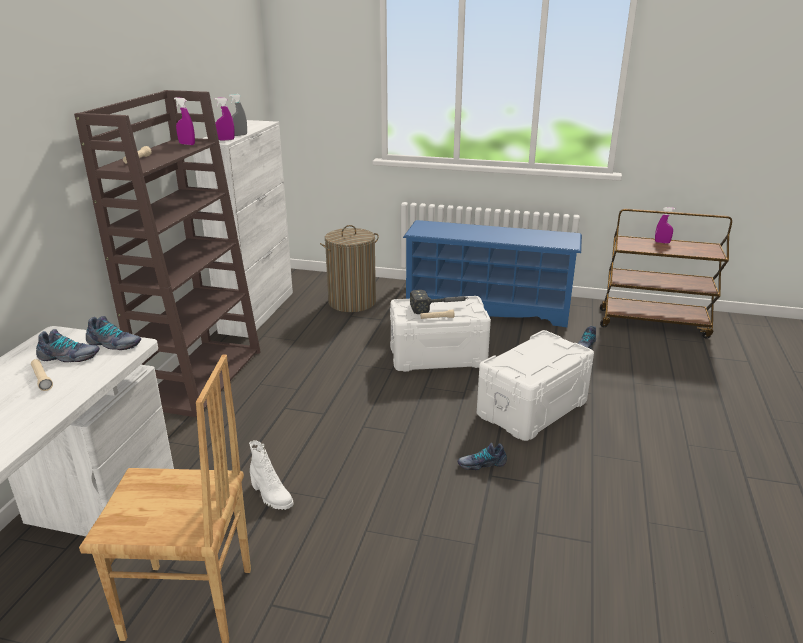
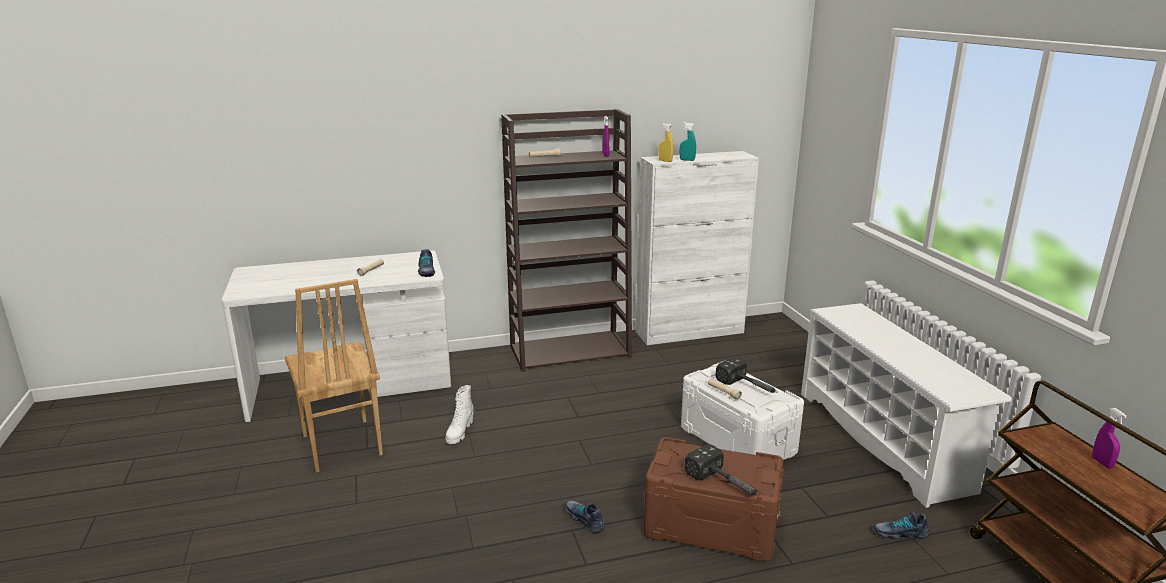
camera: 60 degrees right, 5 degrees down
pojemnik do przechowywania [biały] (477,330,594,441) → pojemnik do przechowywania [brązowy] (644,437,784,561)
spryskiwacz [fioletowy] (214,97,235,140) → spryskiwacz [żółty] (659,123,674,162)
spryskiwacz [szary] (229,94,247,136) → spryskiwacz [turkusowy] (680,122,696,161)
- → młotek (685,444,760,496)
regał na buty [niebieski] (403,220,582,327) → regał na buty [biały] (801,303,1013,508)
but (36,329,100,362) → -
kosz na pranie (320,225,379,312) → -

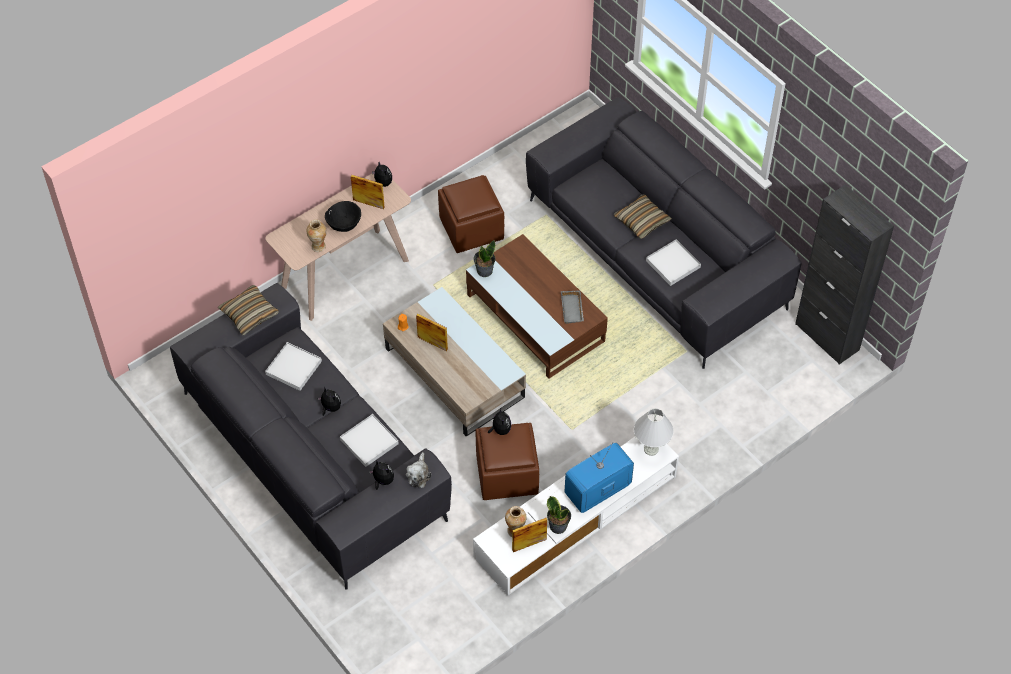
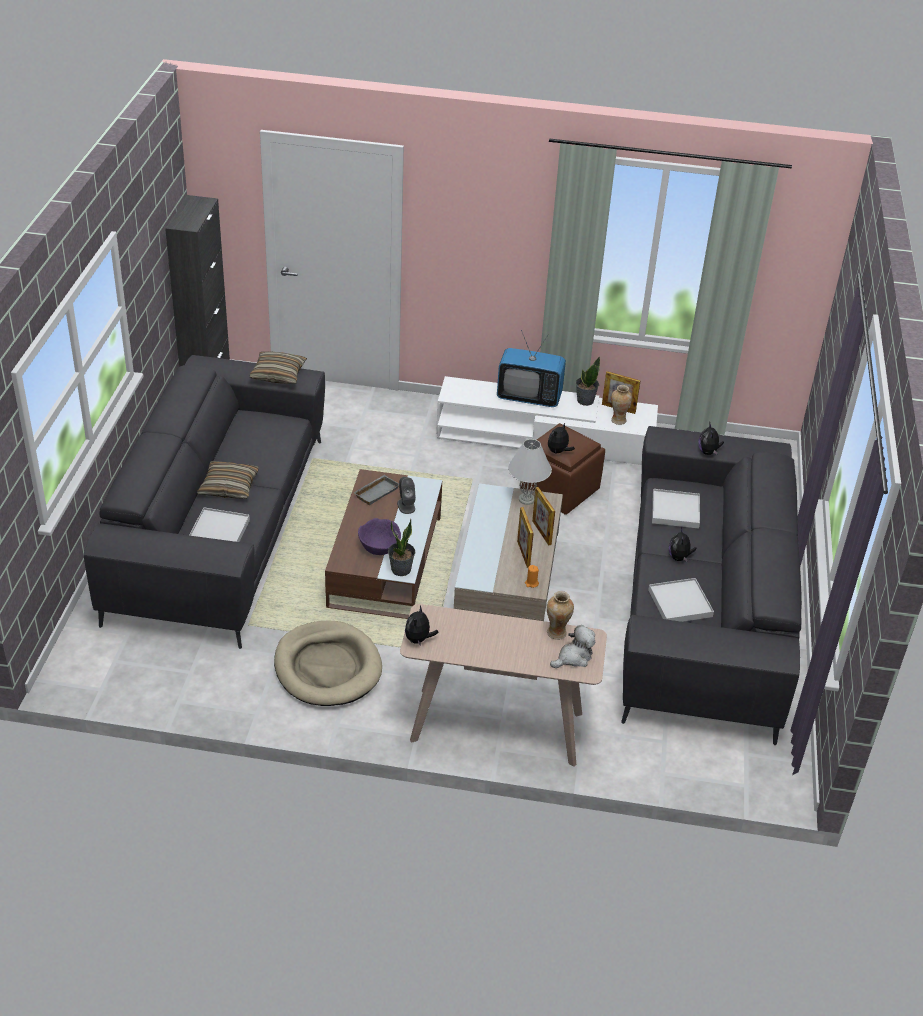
camera: 135 degrees left, 15 degrees down
taca [biały] (646,239,701,286) → taca [biały] (189,507,250,542), move
poduszka (218,285,279,335) → poduszka (250,351,307,384), move
pufa [brązowy] (438,175,504,253) → legowisko [beżowy] (274,621,382,706)
- → miska [fioletowy] (358,518,401,555)
- → głośnik [szary] (397,477,416,514)
lampa stołowa [biały] (634,408,674,456) → lampa stołowa [biały] (508,439,552,505), move
ramka na zdjęcie (351,175,385,209) → ramka na zdjęcie (532,487,555,545), move
pluszak (406,452,431,488) → pluszak (550,625,595,668), move
miska [czarny] (325,201,361,232) → -

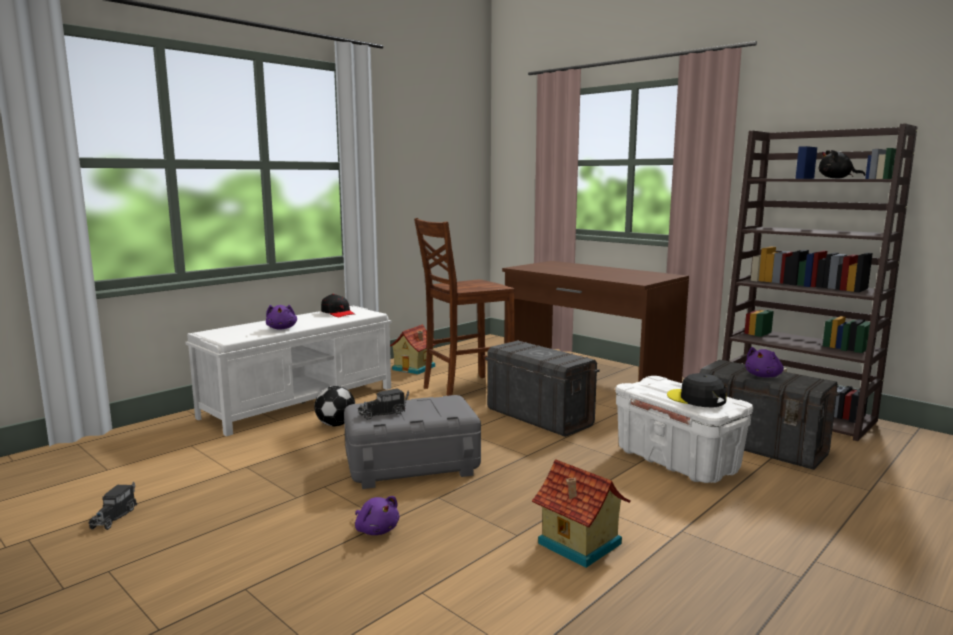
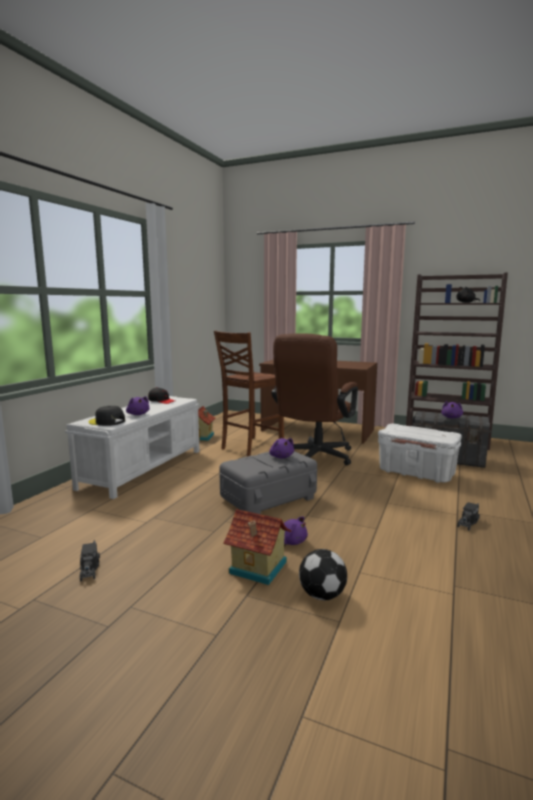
camera: 20 degrees left, 0 degrees up
czapka z daszkiem [czarny] (667,373,727,407) → czapka z daszkiem [czarny] (88,406,125,426), move
domek (532,459,631,568) → domek (223,509,291,585), move
- → pluszak [fioletowy] (269,438,294,458)
pojemnik do przechowywania [szary] (485,341,600,437) → krzesło biurowe [brązowy] (271,333,358,465)
piłka futbolowa (315,386,355,426) → piłka futbolowa (299,549,347,600), move
ciężarówka zabawkowa (358,388,409,420) → ciężarówka zabawkowa (457,502,480,530), move

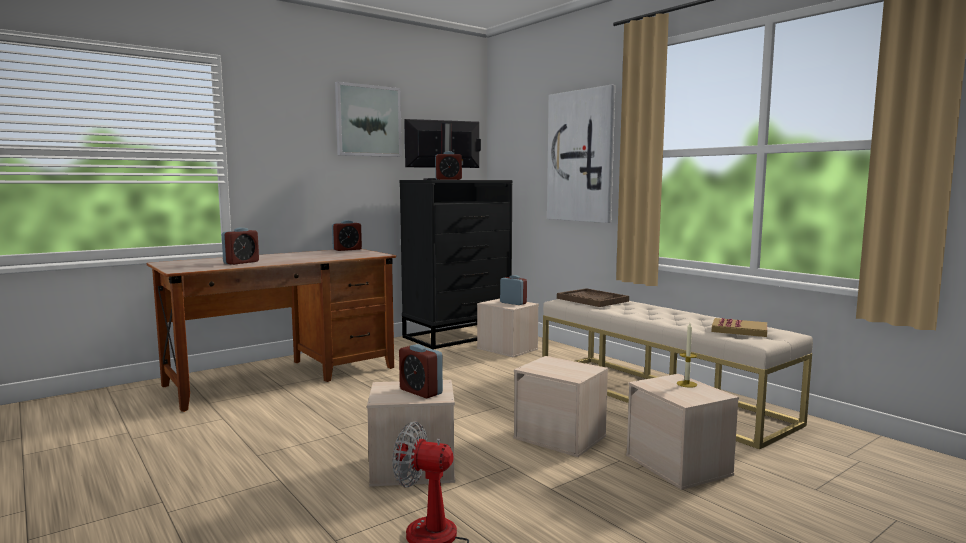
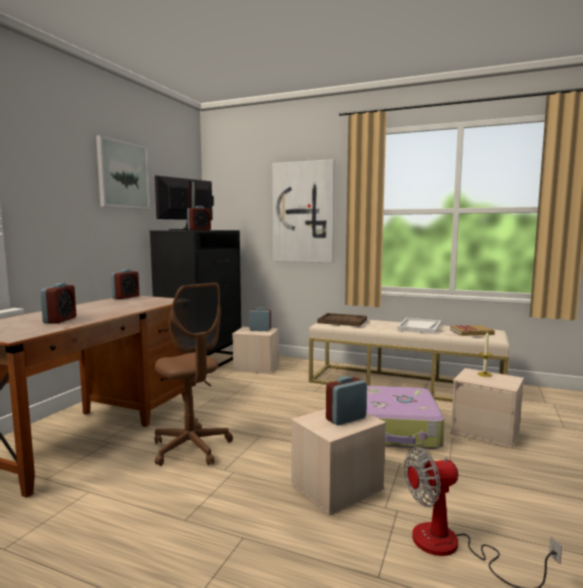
camera: 30 degrees left, 0 degrees up
- → krzesło biurowe [brązowy] (155,283,233,466)
budzik (399,344,443,398) → budzik (326,376,367,425), 135 degrees clockwise
pojemnik do przechowywania [beżowy] (513,356,608,457) → walizka (366,386,445,449)
- → taca [biały] (397,318,441,334)

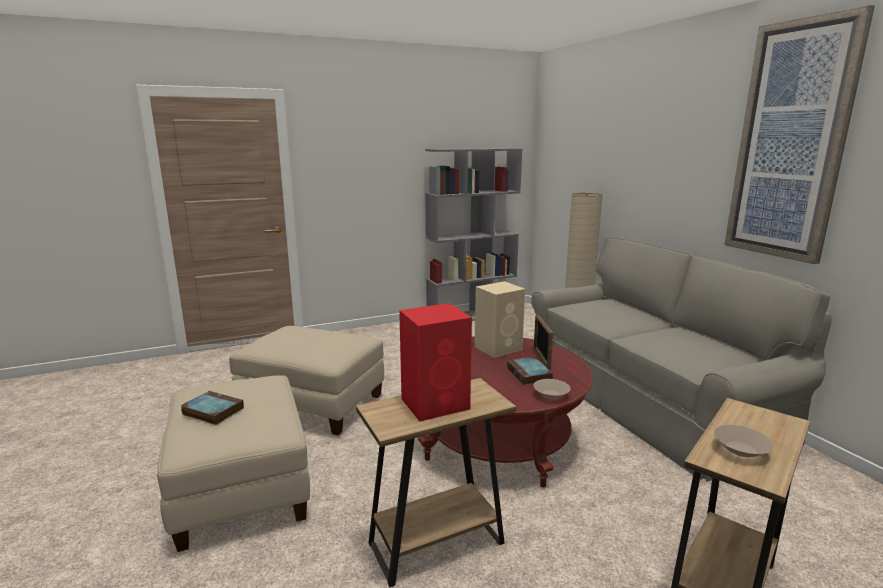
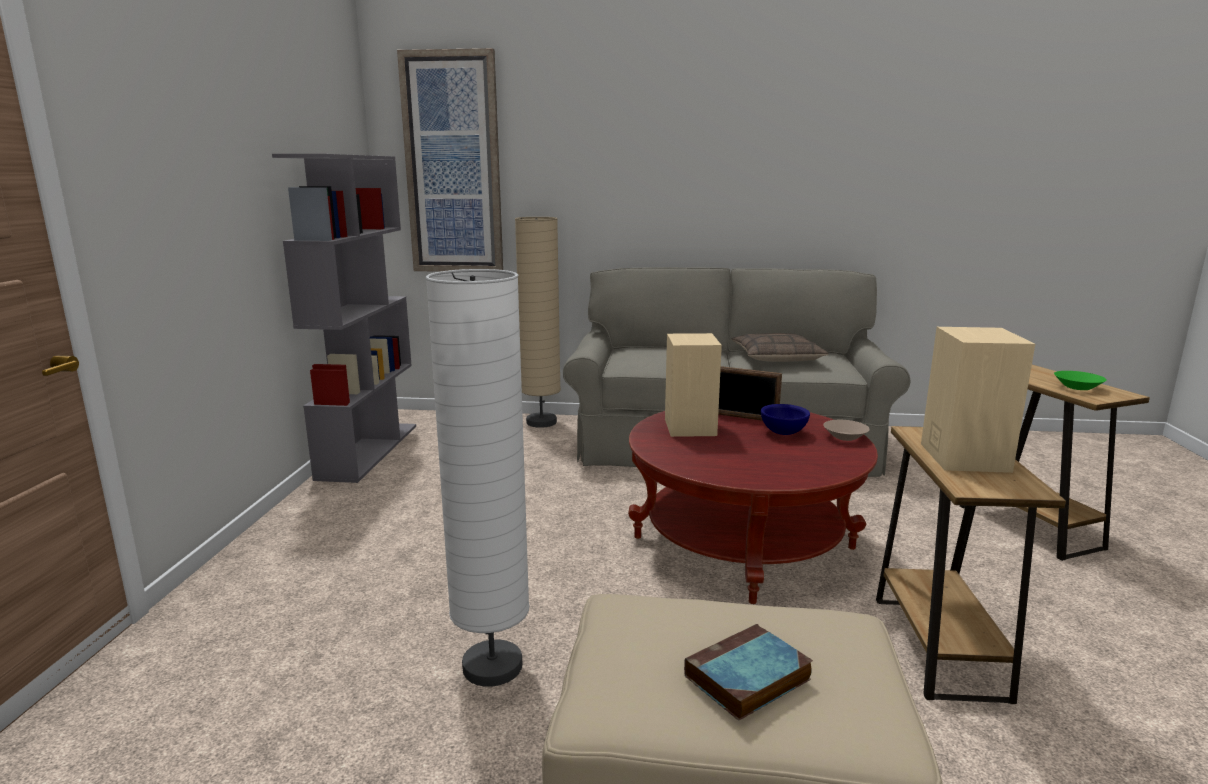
camera: 60 degrees left, 0 degrees up
obraz (724,5,875,264) → obraz (397,48,503,272), move
pufa [beżowy] (229,326,384,436) → lampa stojąca [biały] (426,269,530,687)
- → poduszka (731,333,828,362)
książka (507,357,553,385) → miska [niebieski] (761,404,810,435)
głośnik [czerwony] (399,303,472,421) → głośnik [beżowy] (921,327,1035,473)
miska [beżowy] (714,425,774,457) → miska [zielony] (1054,371,1107,390)

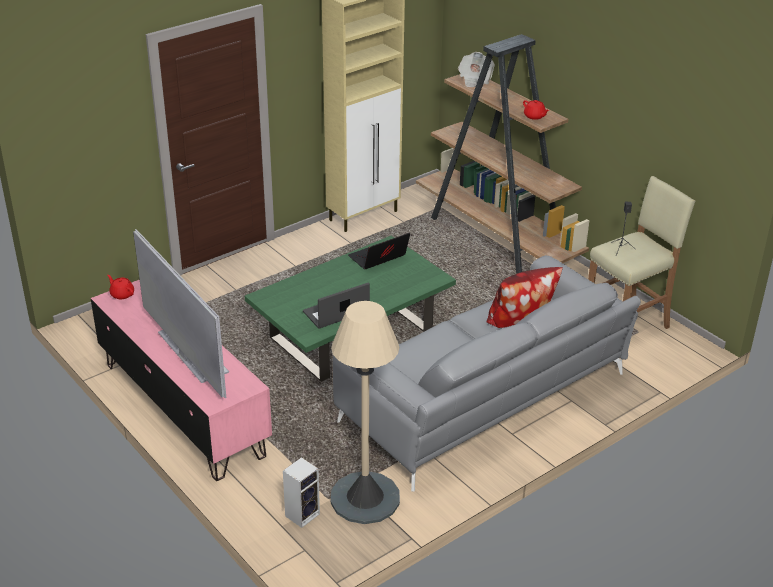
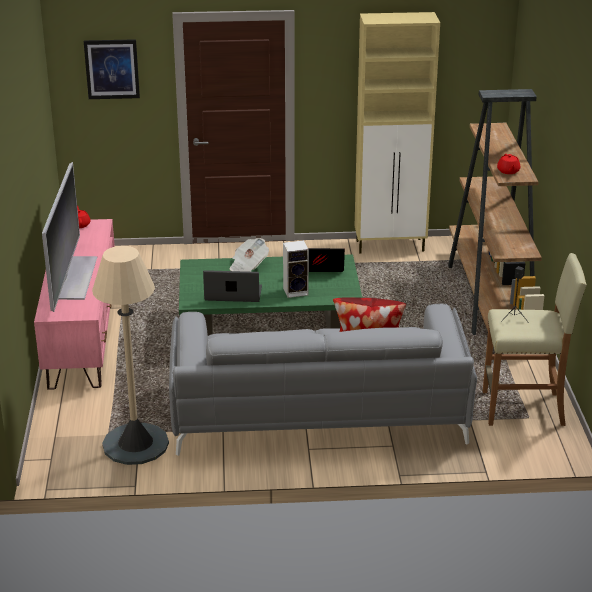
camera: 35 degrees right, 5 degrees down
- → obraz (84,39,140,99)
gazeta (458,52,495,87) → gazeta (229,238,269,272), move
głośnik (283,457,320,528) → głośnik (283,240,309,298), move

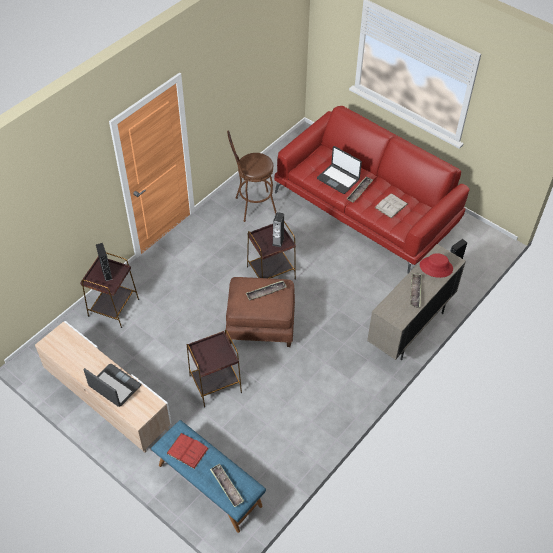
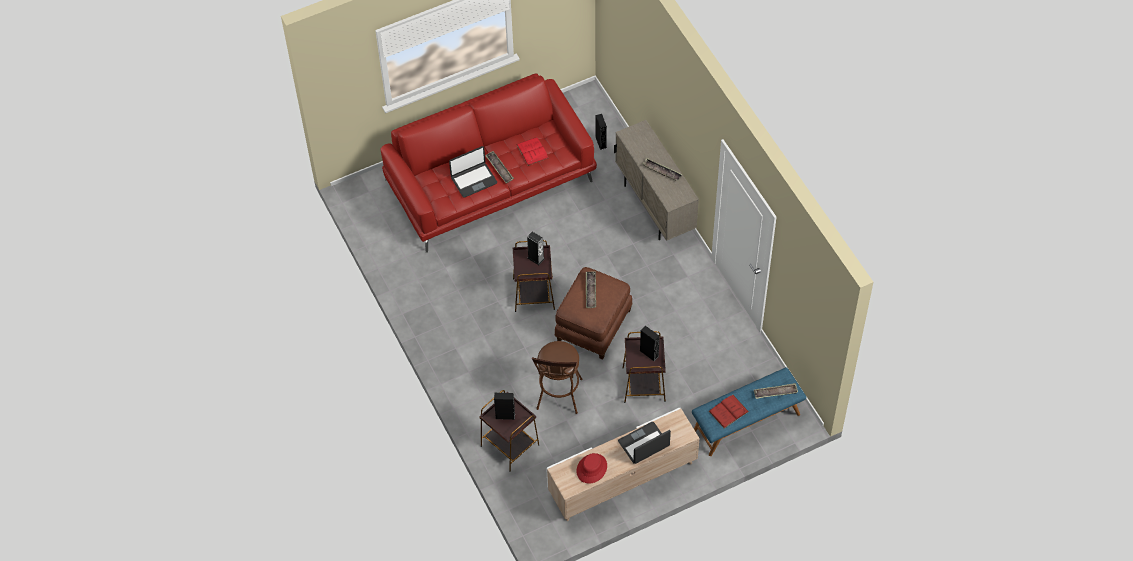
camera: 65 degrees left, 5 degrees up
książka [biały] (375,193,408,219) → książka [czerwony] (516,137,549,166)
stołek [brązowy] (227,131,276,222) → stołek [brązowy] (532,341,583,414), move
kapelusz [czerwony] (420,253,453,278) → kapelusz [czerwony] (576,453,607,484), move
- → głośnik [czarny] (640,326,660,361)

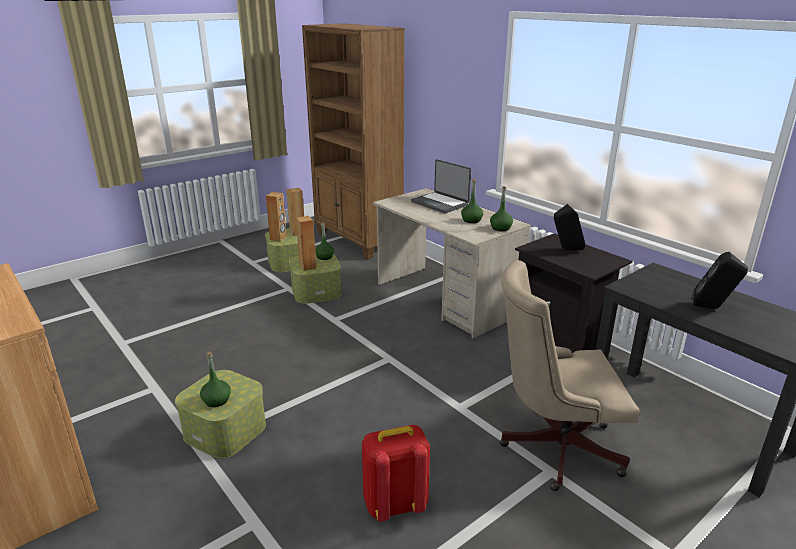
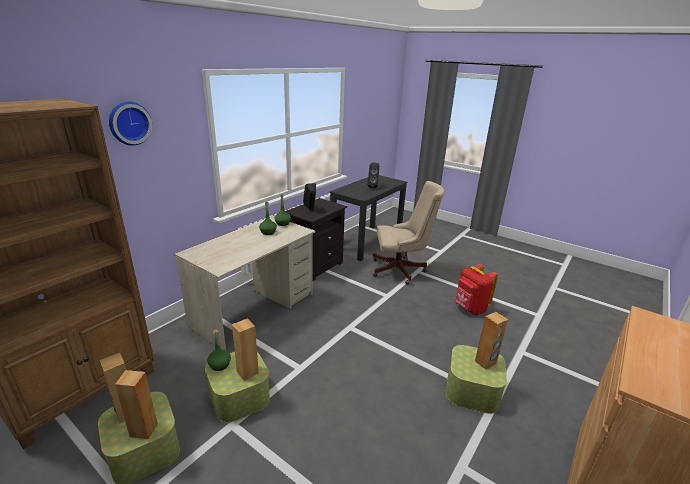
camera: 105 degrees left, 0 degrees up
- → zegar ścienny (109,102,152,146)
krzesło biurowe [beżowy] (500,260,640,491) → krzesło biurowe [beżowy] (373,181,445,284), 75 degrees counterclockwise
butelka [zielony] (200,352,231,407) → głośnik [brązowy] (475,312,508,370)
laptop (411,159,471,213) → -

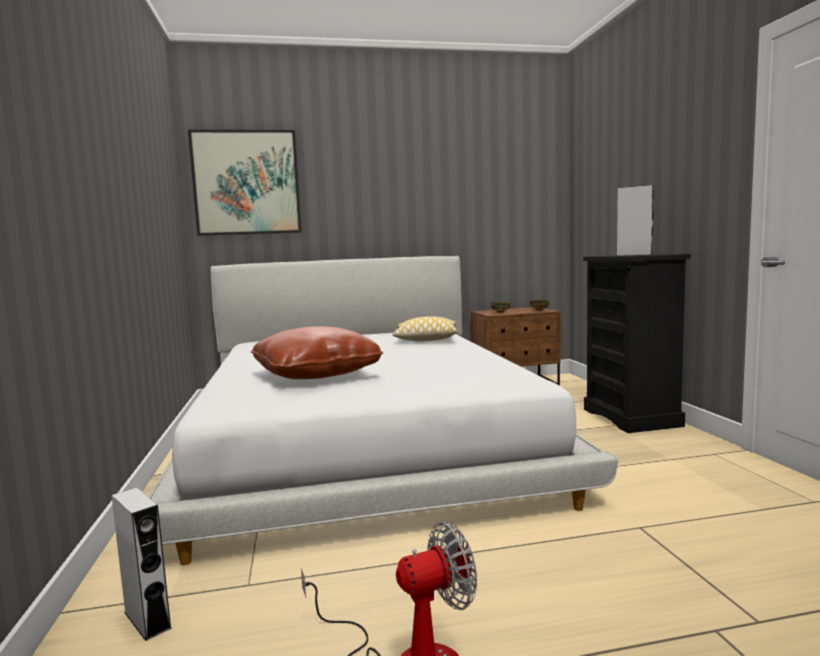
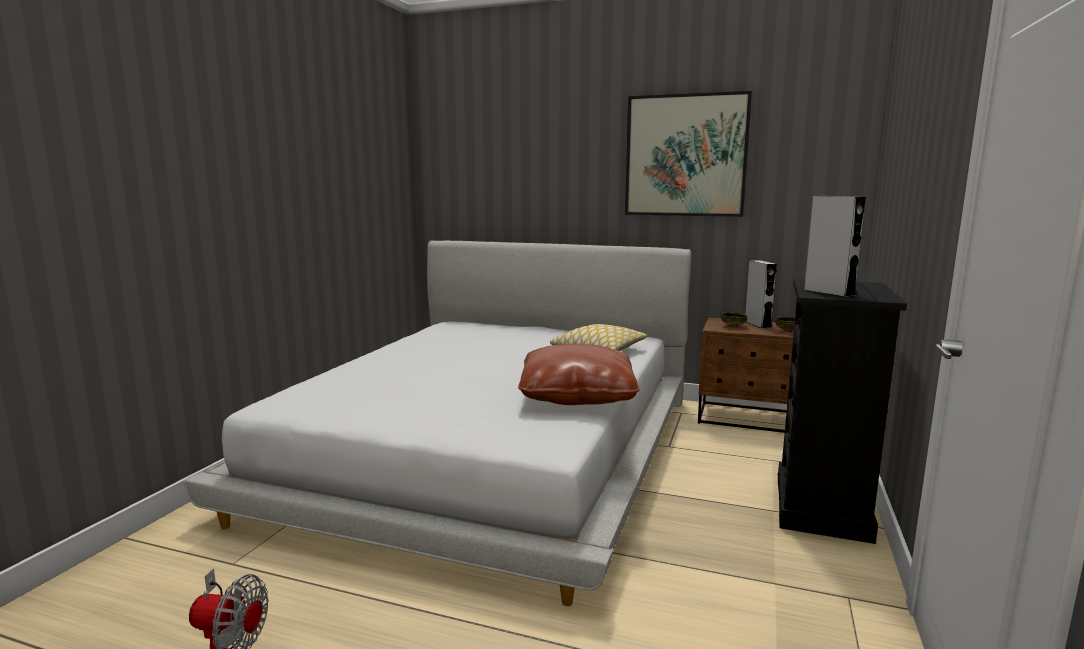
camera: 30 degrees right, 5 degrees up
poduszka [brązowy] (251,326,383,379) → poduszka [brązowy] (518,344,640,405), move
obraz (188,130,301,236) → obraz (625,91,752,217), move
głośnik [szary] (111,487,172,641) → głośnik [szary] (745,260,777,329), move

